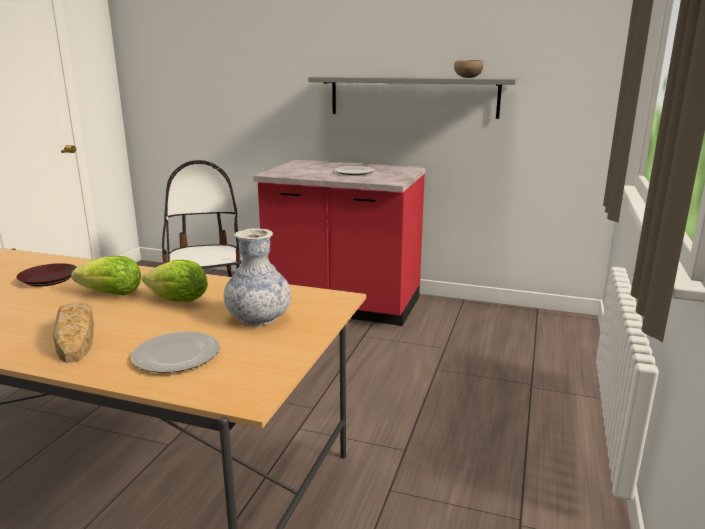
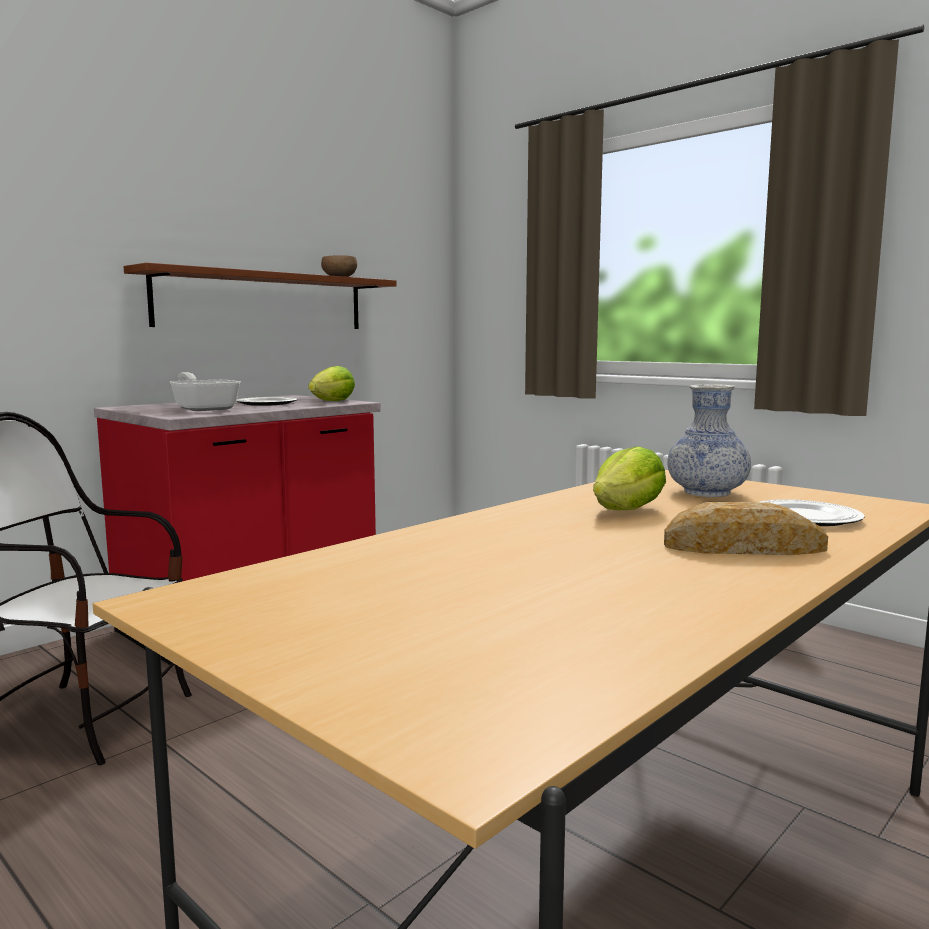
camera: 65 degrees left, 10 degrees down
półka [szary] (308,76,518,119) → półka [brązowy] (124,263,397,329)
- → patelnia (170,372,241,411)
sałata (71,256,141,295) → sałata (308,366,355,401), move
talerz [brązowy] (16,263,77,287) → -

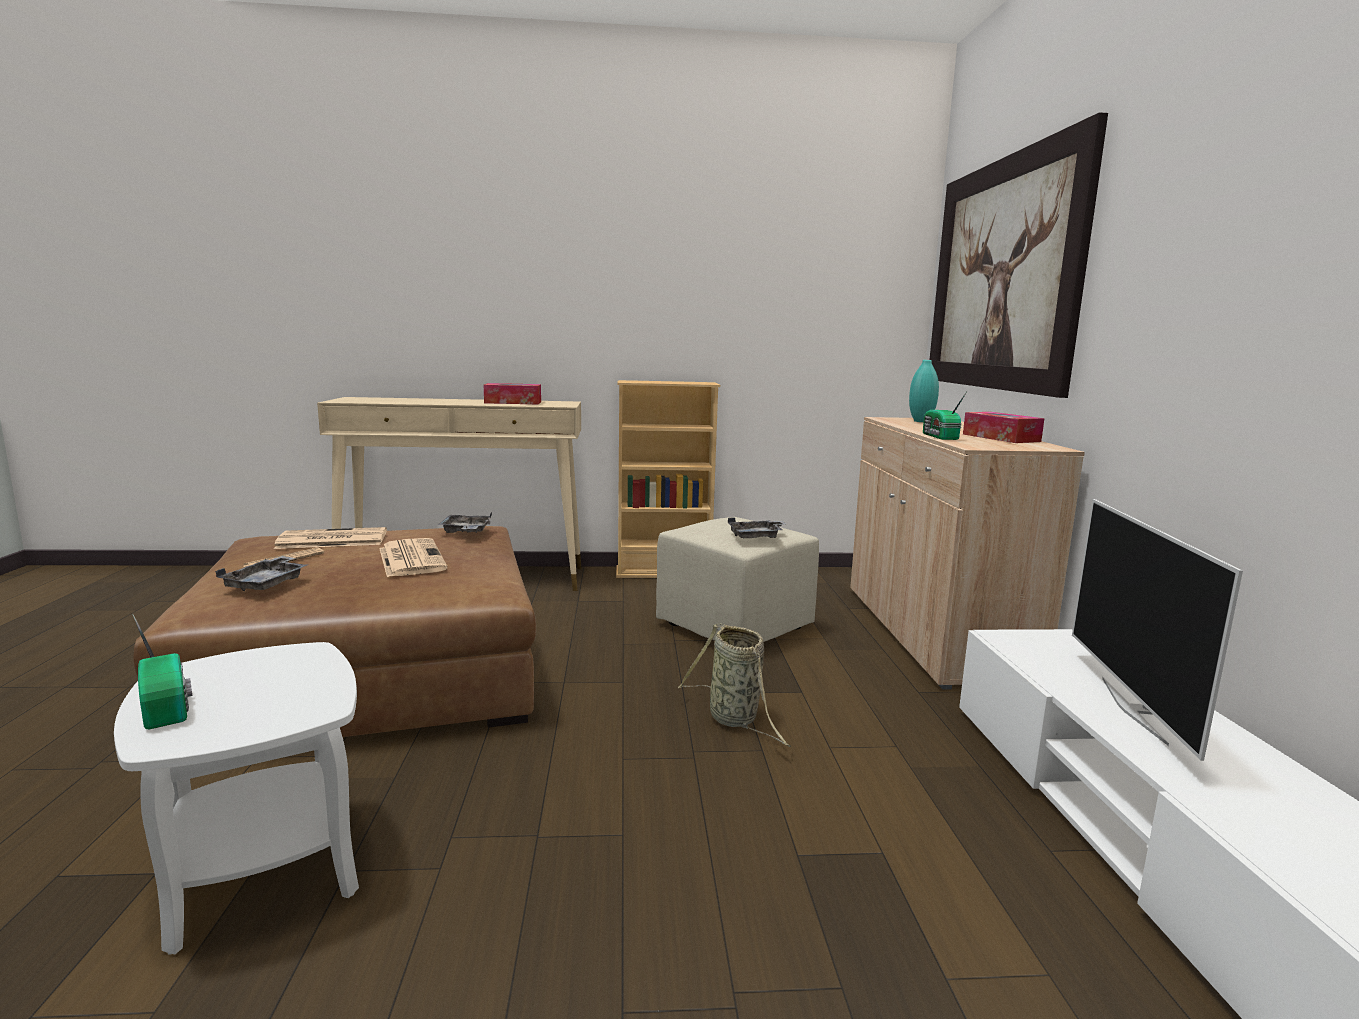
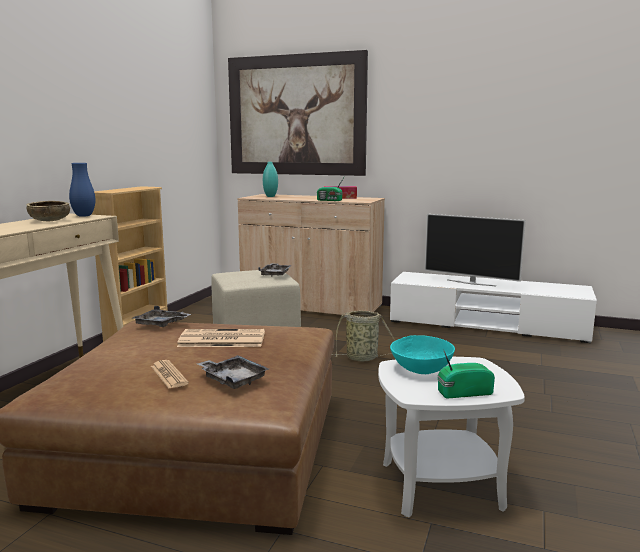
camera: 65 degrees left, 0 degrees up
pudełko chusteczek (484,383,541,404) → miska [brązowy] (27,201,70,221)
- → wazon [niebieski] (69,163,95,217)
- → miska [turkusowy] (390,335,455,374)
gazeta (274,527,387,549) → -

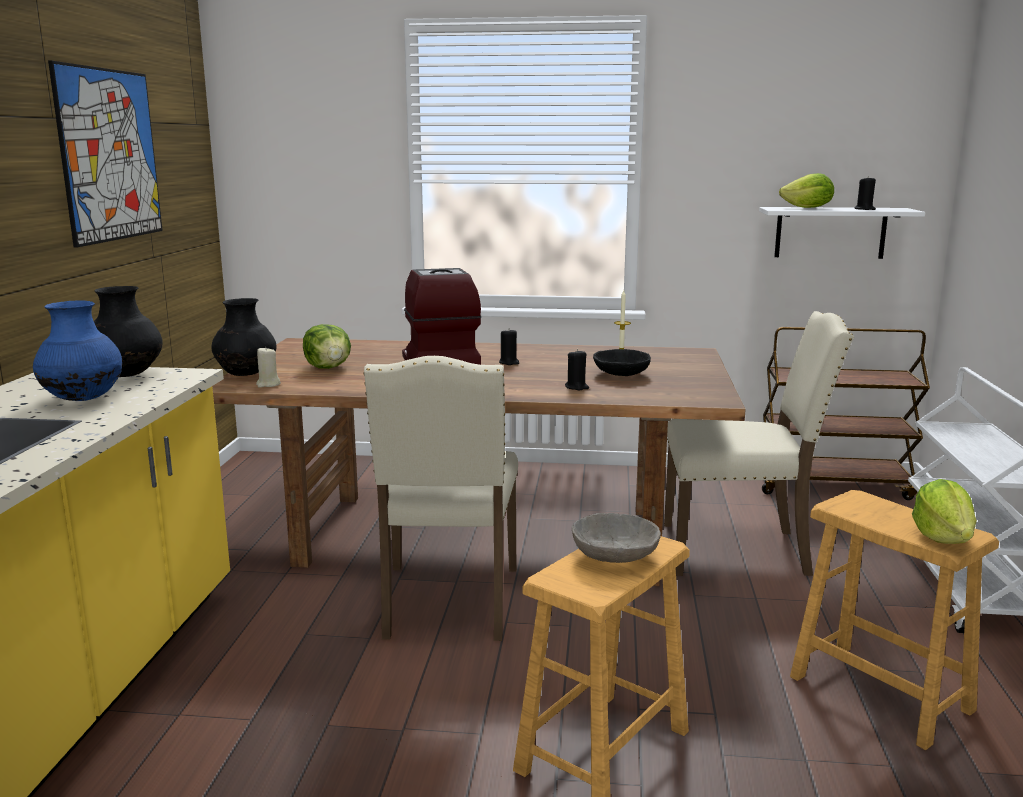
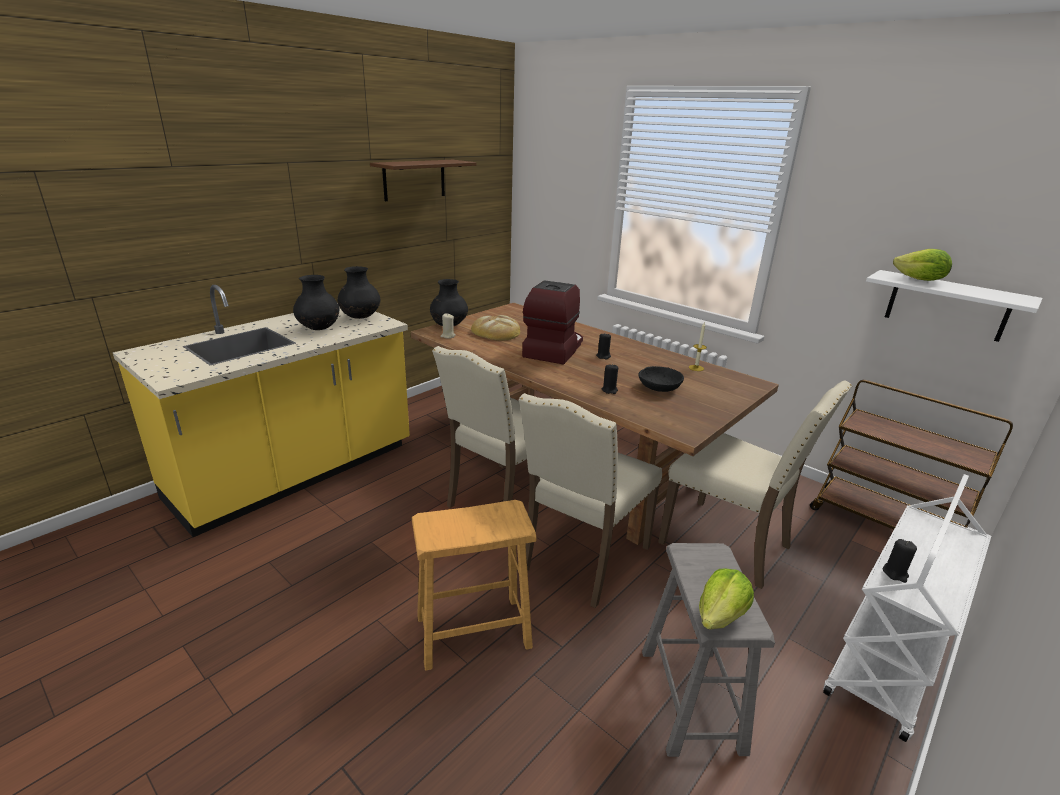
camera: 35 degrees right, 10 degrees up
wazon [niebieski] (33,300,122,401) → wazon [czarny] (293,275,339,330)
obraz (48,60,163,248) → półka [brązowy] (370,160,476,201)
sałata (303,324,351,369) → chleb (471,315,520,340)
- → krzesło [beżowy] (519,393,662,608)
stołek [brązowy] (790,490,999,750) → stołek [szary] (642,543,775,757)
świeca [czarny] (855,176,876,210) → świeca [czarny] (883,539,917,583), move
miska [szary] (572,513,661,563) → -

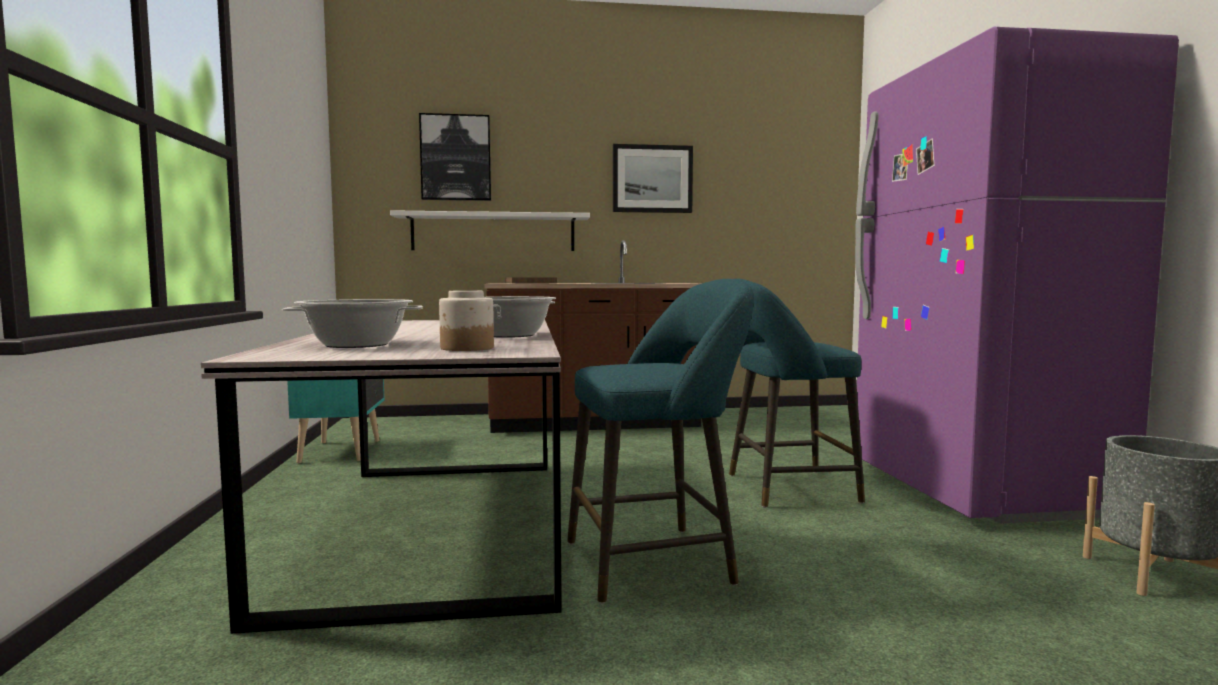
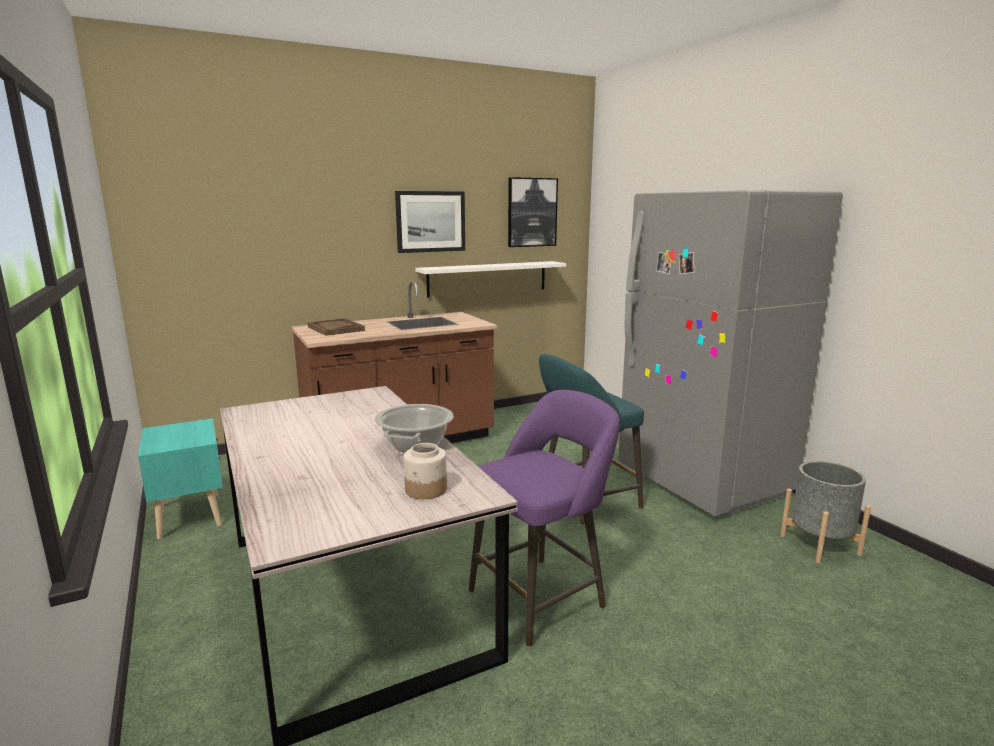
camera: 20 degrees left, 10 degrees up
półka [biały] (390,210,590,251) → półka [biały] (415,261,566,298), move
stołek [turkusowy] (567,279,754,604) → stołek [fioletowy] (469,390,620,647)
obraz (419,113,491,201) → obraz (508,177,558,247), move
lodówka [fioletowy] (855,27,1179,524) → lodówka [szary] (618,190,843,516)
garnek (282,299,423,348) → -

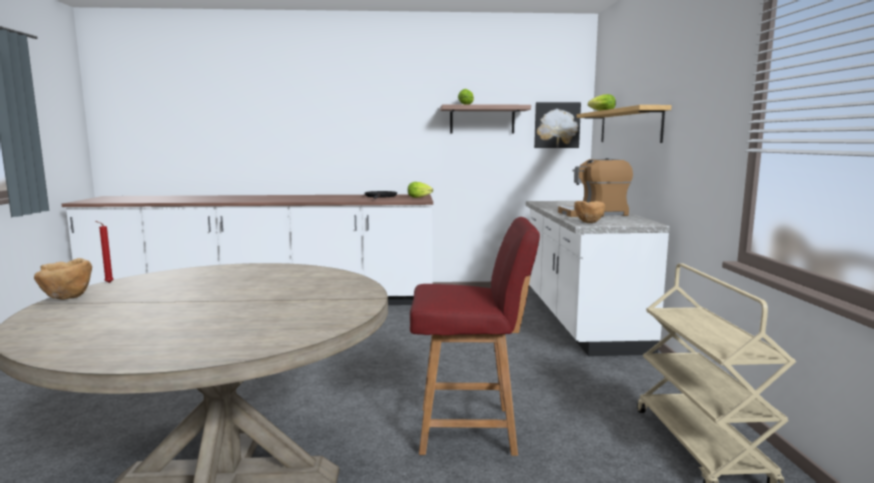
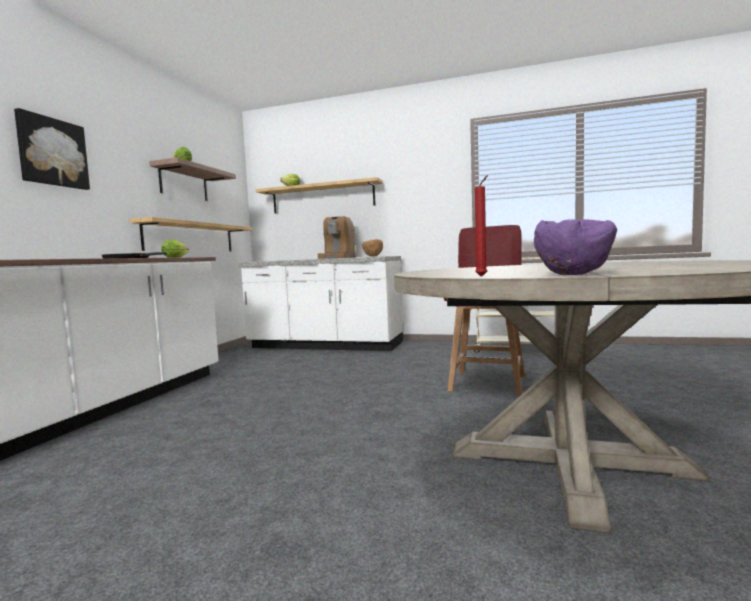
camera: 70 degrees left, 5 degrees down
obraz (534,102,581,148) → obraz (14,108,90,190), move
- → półka (130,217,252,251)
miska [brązowy] (34,258,92,300) → miska [fioletowy] (534,219,617,275)

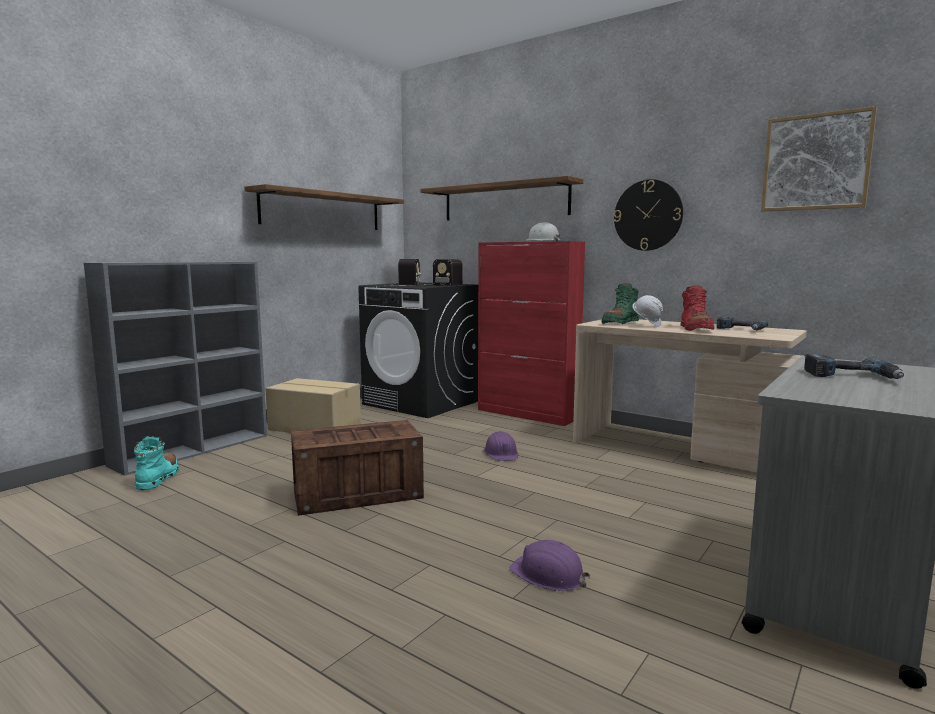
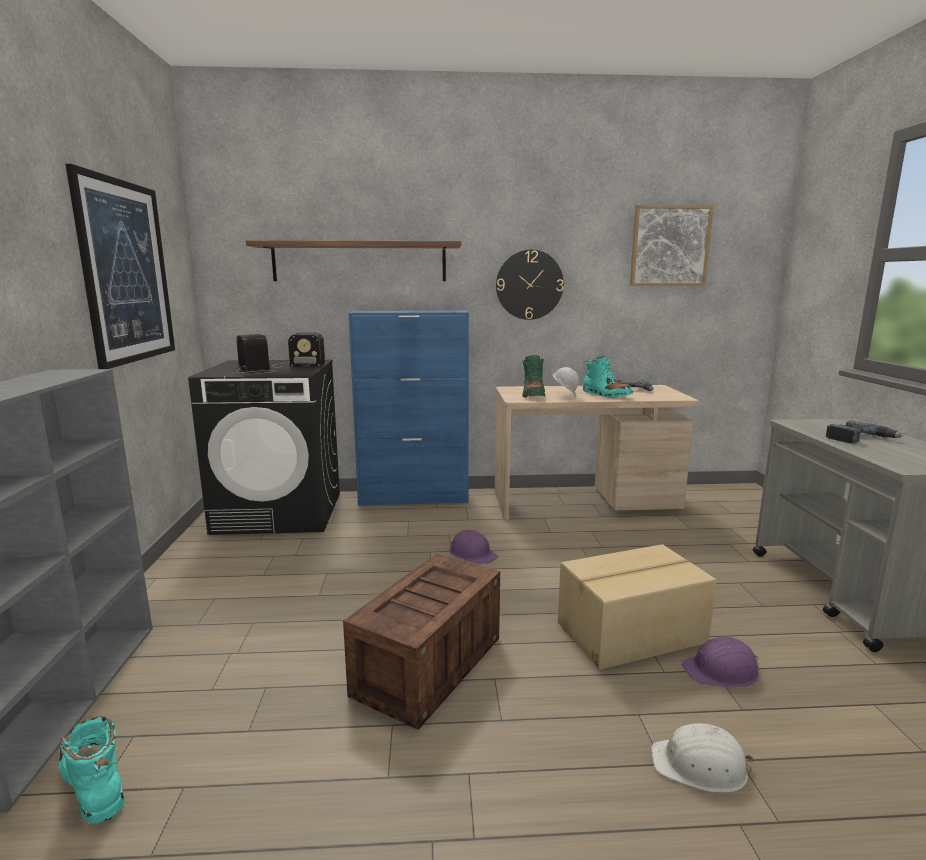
camera: 40 degrees left, 5 degrees up
półka (244,184,404,230) → obraz (65,164,175,369)
szafka [czerwony] (478,241,585,426) → szafka [niebieski] (349,310,469,505)
karton (265,378,361,433) → karton (558,544,717,670), move
but z cholewką [czerwony] (680,285,715,331) → but z cholewką [turkusowy] (583,355,633,399)
kask [biały] (523,222,561,241) → kask [biały] (651,723,753,793), move

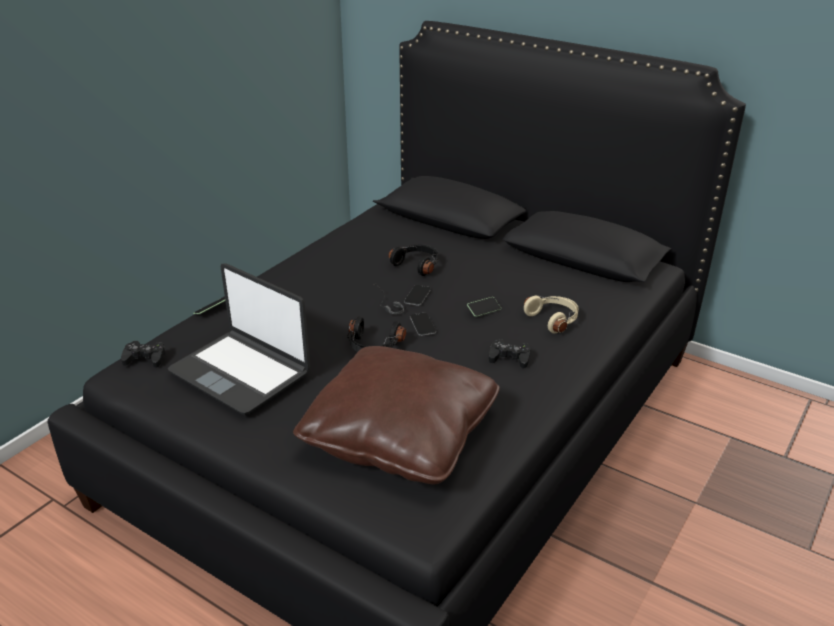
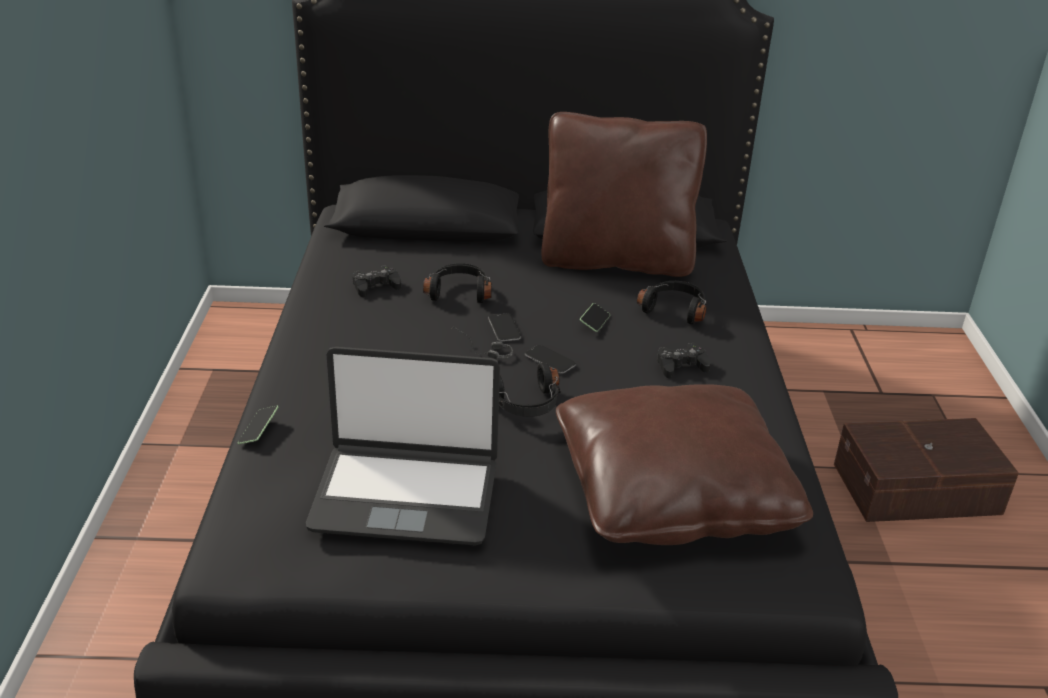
camera: 35 degrees left, 0 degrees up
pad do gier [czarny] (121,341,165,368) → pad do gier [czarny] (353,265,401,297), move
- → poduszka [brązowy] (541,112,707,277)
słuchawki [beżowy] (524,296,579,334) → słuchawki [czarny] (637,281,707,325)
- → pojemnik do przechowywania [brązowy] (834,418,1019,522)

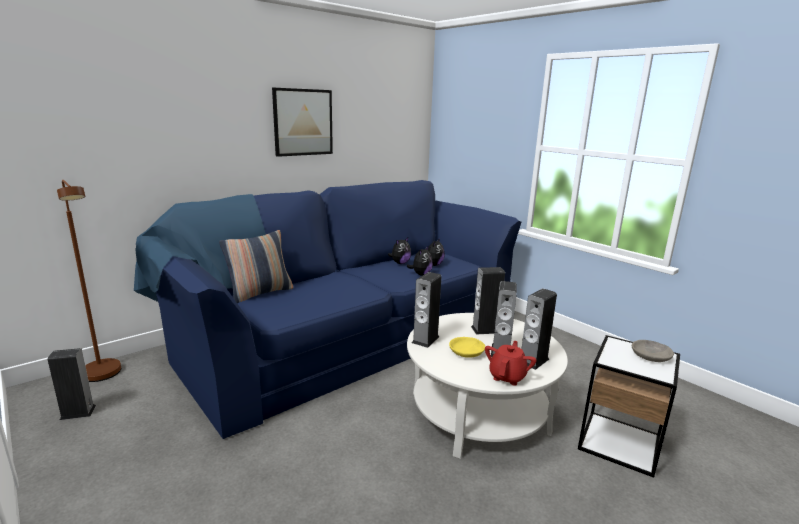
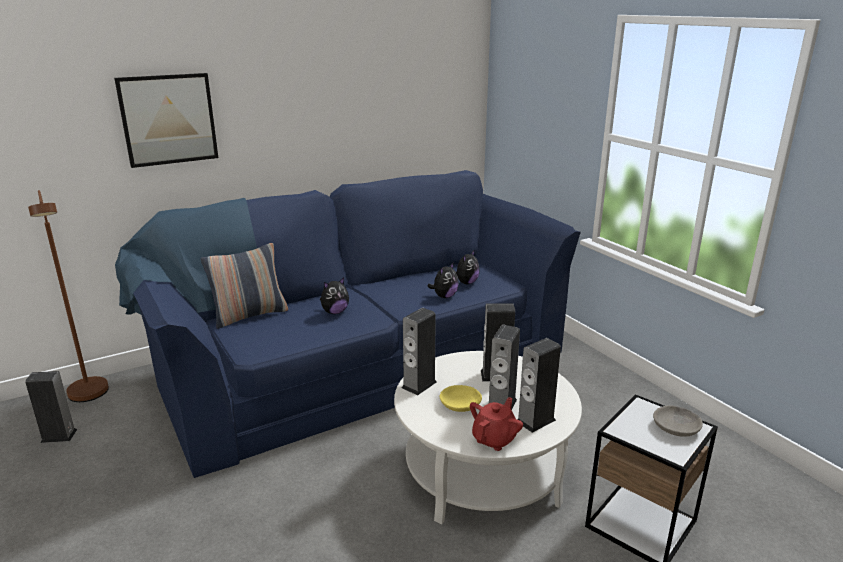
camera: 10 degrees right, 5 degrees up
obraz (272,88,333,157) → obraz (114,73,218,168), move
pluszak (388,237,411,264) → pluszak (320,277,349,314), move

